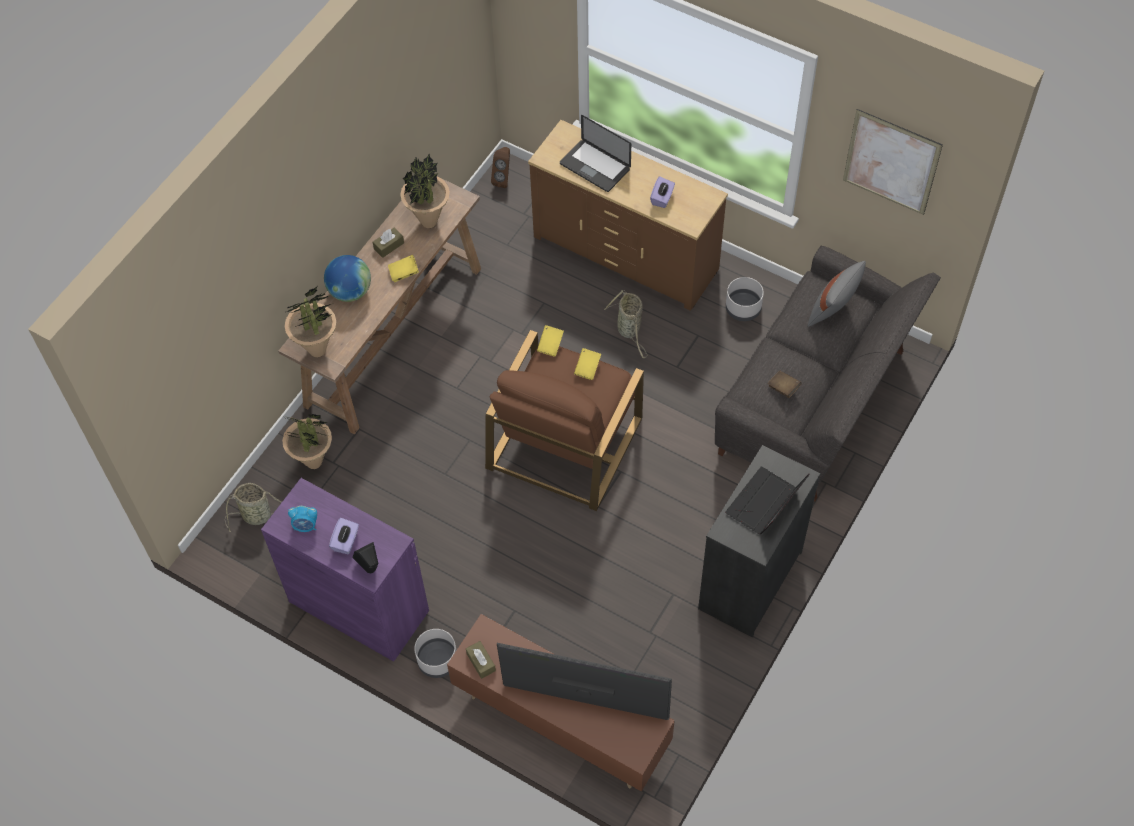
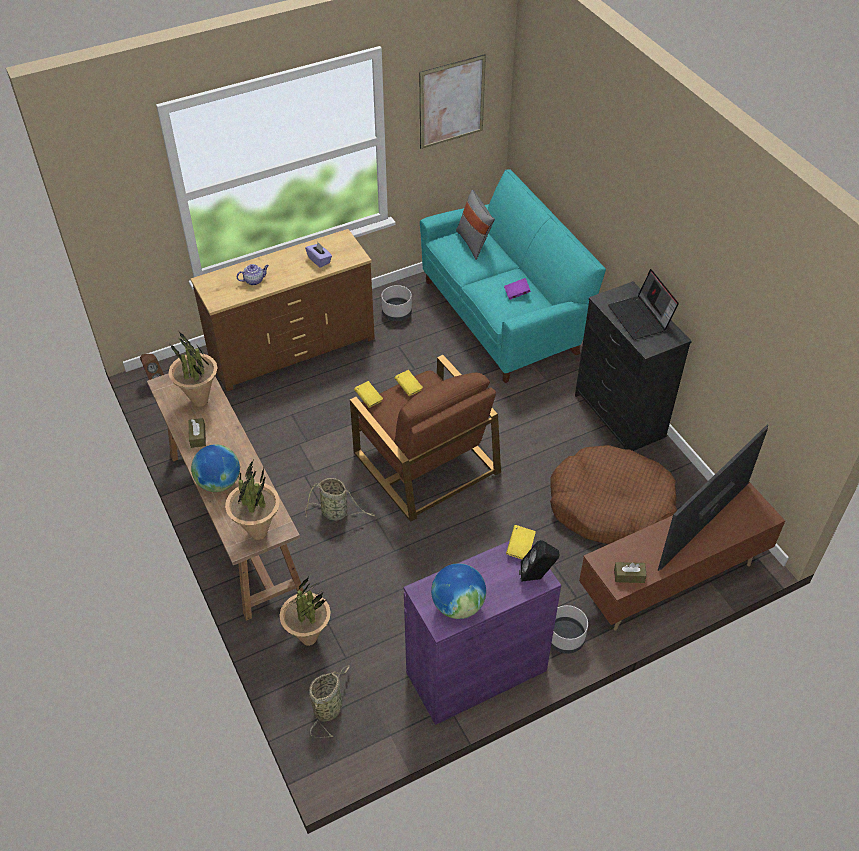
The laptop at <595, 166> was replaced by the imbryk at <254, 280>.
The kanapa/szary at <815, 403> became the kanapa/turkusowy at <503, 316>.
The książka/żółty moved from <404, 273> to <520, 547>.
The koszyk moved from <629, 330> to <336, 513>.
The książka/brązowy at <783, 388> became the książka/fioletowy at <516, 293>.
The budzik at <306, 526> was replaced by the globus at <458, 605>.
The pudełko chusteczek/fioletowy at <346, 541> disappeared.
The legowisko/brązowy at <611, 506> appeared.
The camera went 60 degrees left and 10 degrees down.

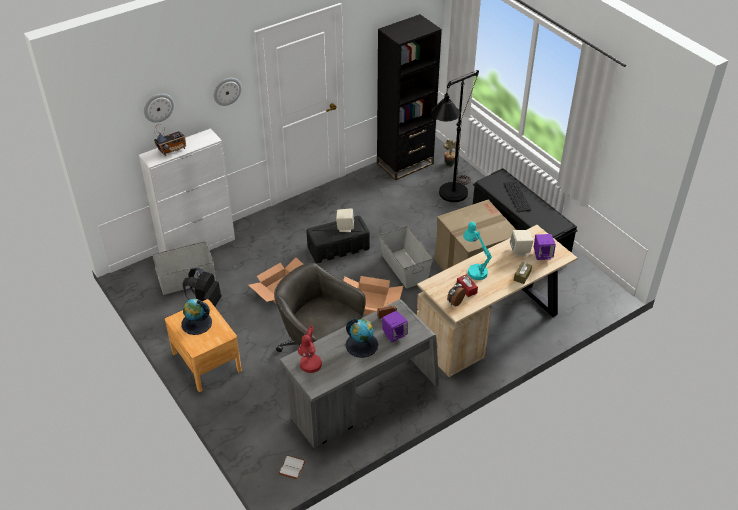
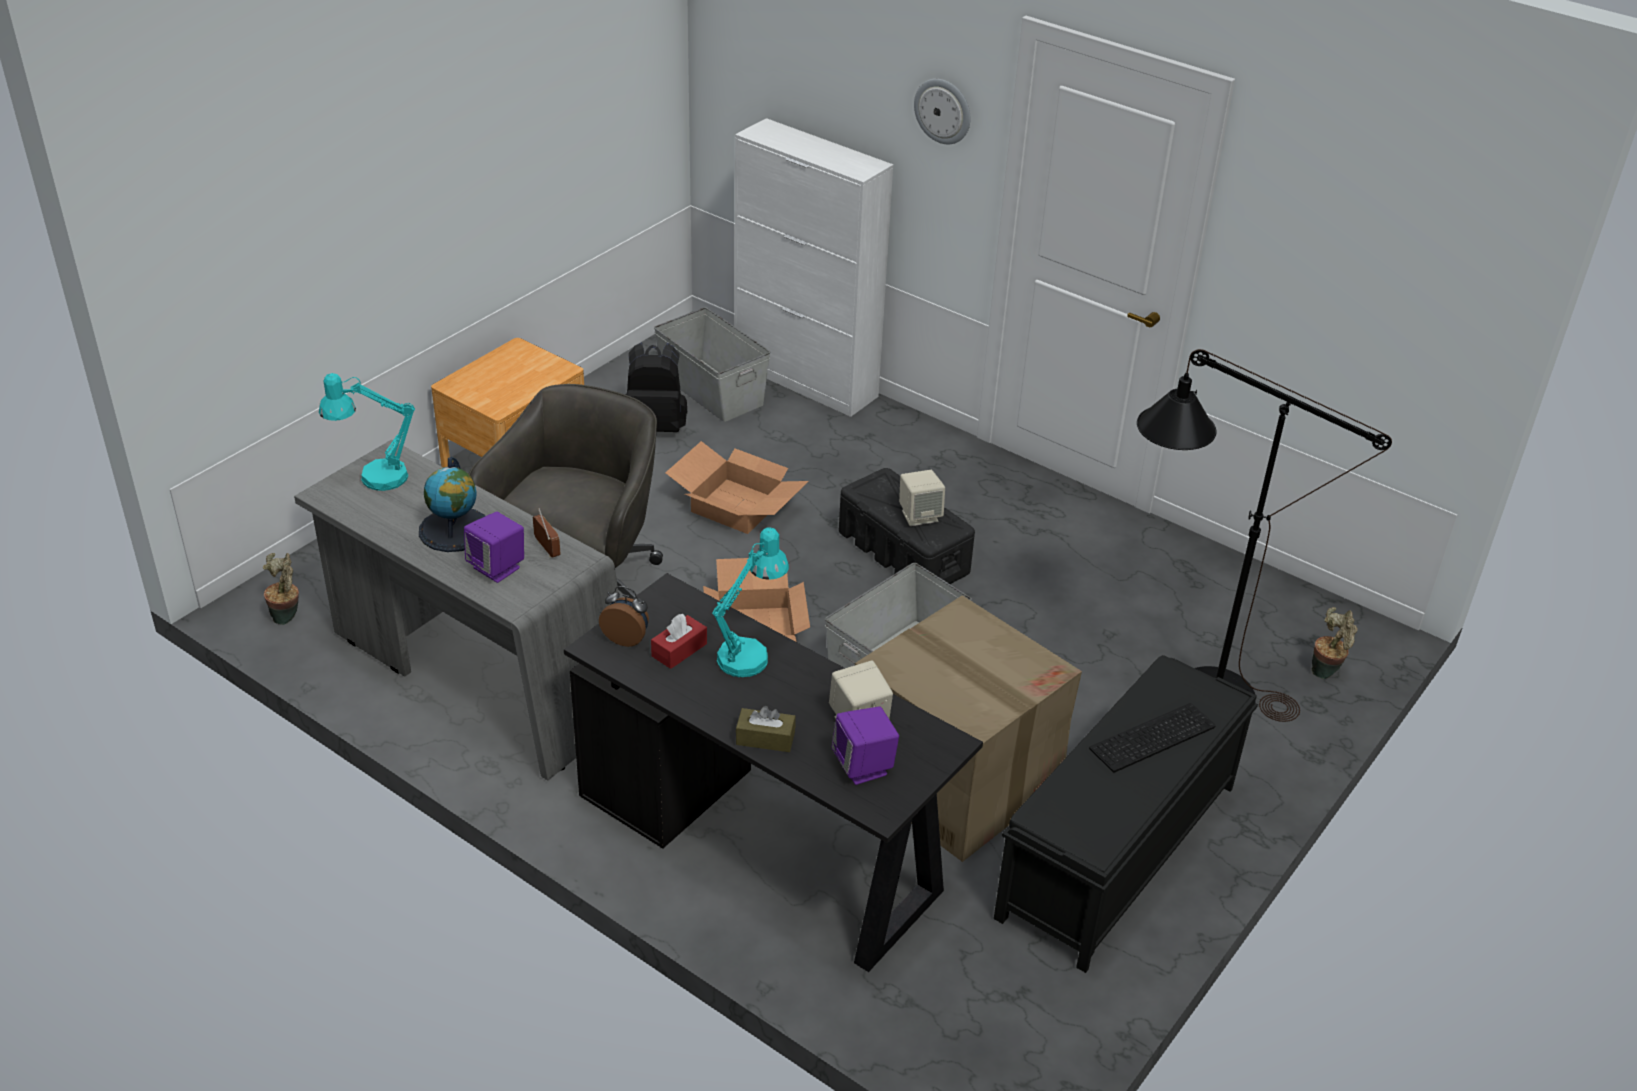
The regał/czarny at <405, 163> disappeared.
The zegar ścienny at <158, 107> disappeared.
The radio at <172, 150> disappeared.
The biurko/beżowy at <491, 327> became the biurko/czarny at <764, 845>.
The globus at <196, 323> disappeared.
The lampa stołowa/czerwony at <310, 368> became the lampa stołowa/turkusowy at <374, 478>.
The książka/biały at <291, 467> was replaced by the roślina doniczkowa at <287, 616>.
The camera went 70 degrees right and 5 degrees down.

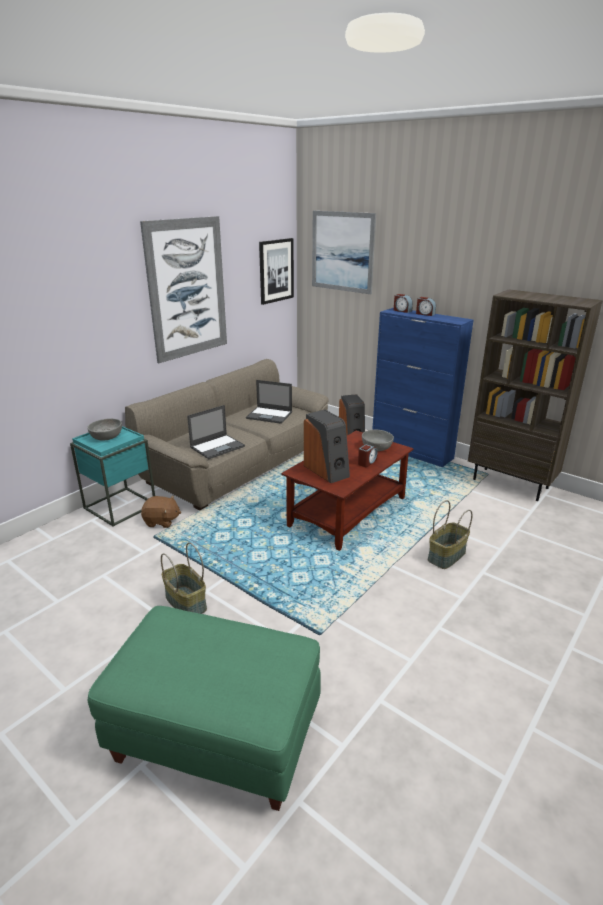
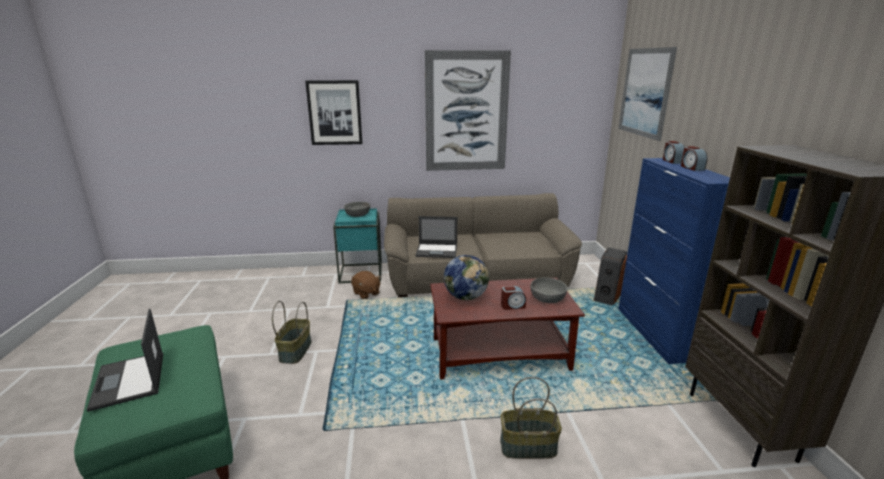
The obraz moved from <276, 271> to <335, 113>.
The laptop moved from <270, 415> to <129, 381>.
The głośnik at <327, 470> was replaced by the globus at <466, 297>.
The camera went 45 degrees right and 5 degrees down.

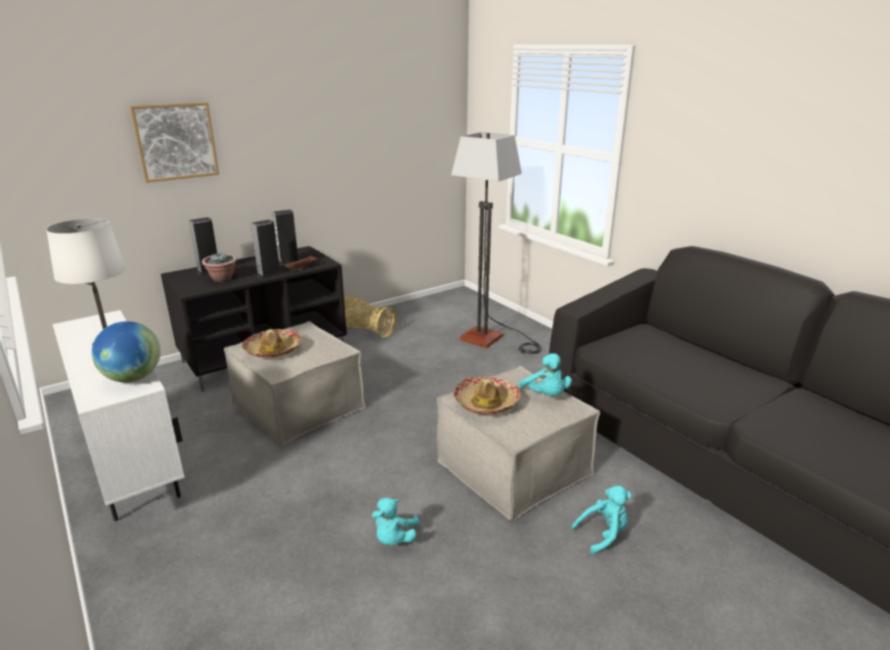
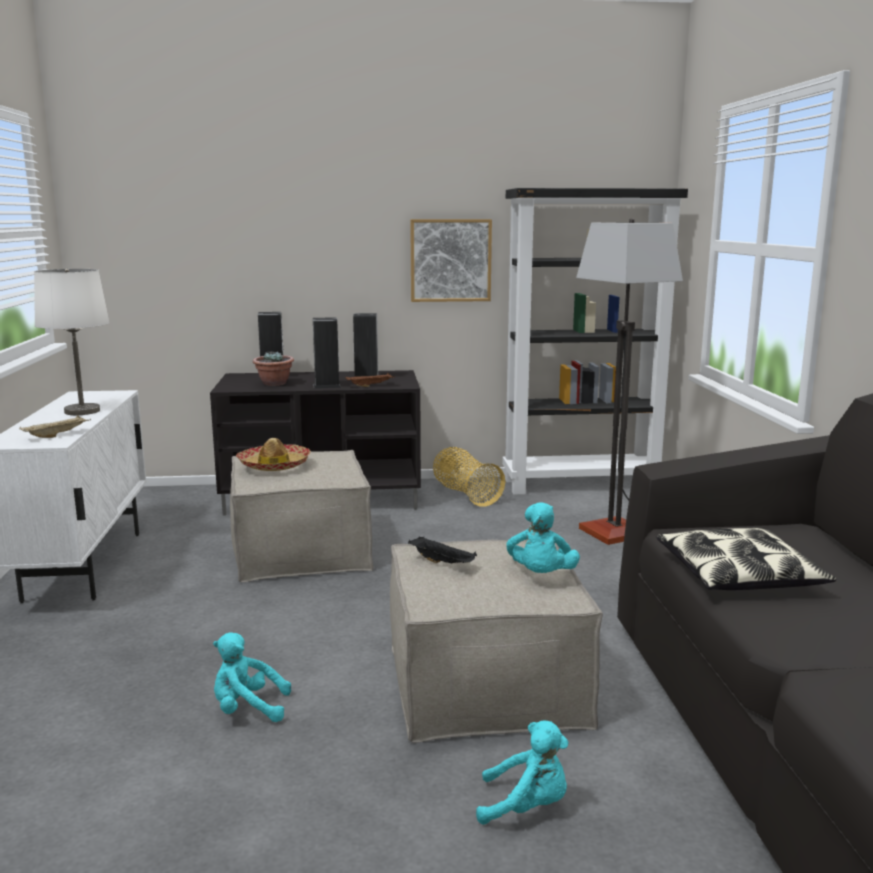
The obraz moved from <176, 141> to <450, 260>.
The globus at <133, 378> was replaced by the taca/beżowy at <57, 435>.
The kapelusz at <486, 403> was replaced by the taca/czarny at <443, 562>.
The pluszak/turkusowy at <394, 539> turned 45 degrees clockwise.
The regał/czarny at <581, 484> appeared.
The poduszka at <738, 575> appeared.
The camera went 30 degrees right and 10 degrees down.

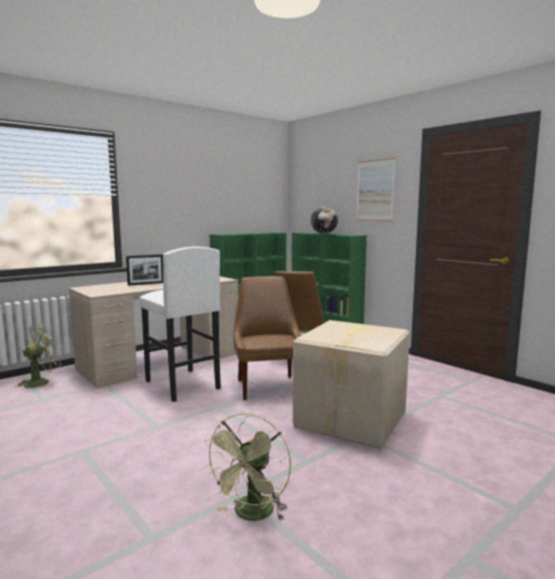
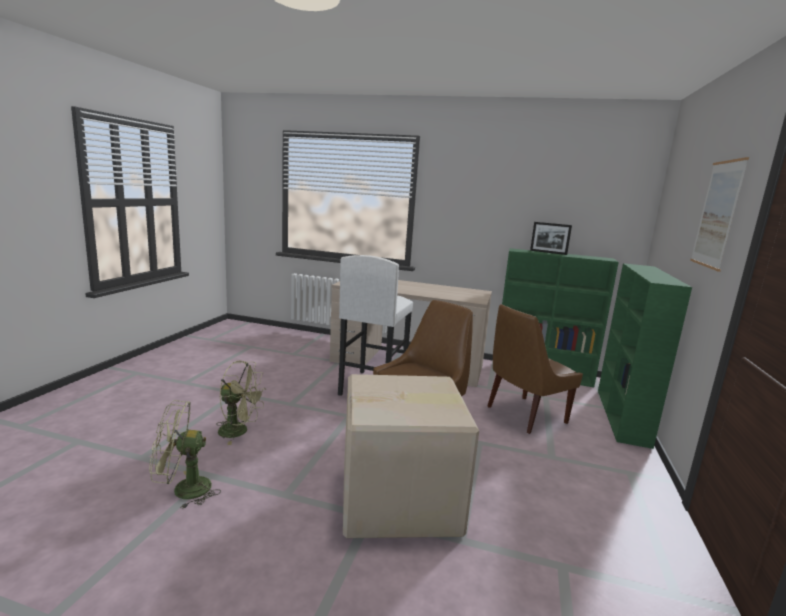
The globus at <323, 233> disappeared.
The ramka na zdjęcie moved from <146, 284> to <548, 252>.
The wentylator/zielony moved from <42, 382> to <239, 431>.
The camera went 55 degrees right and 5 degrees up.

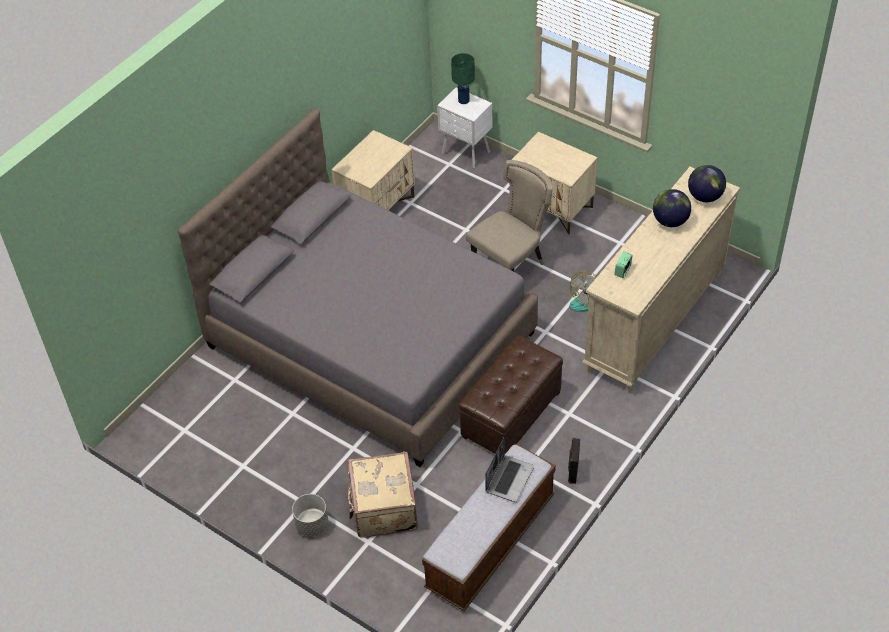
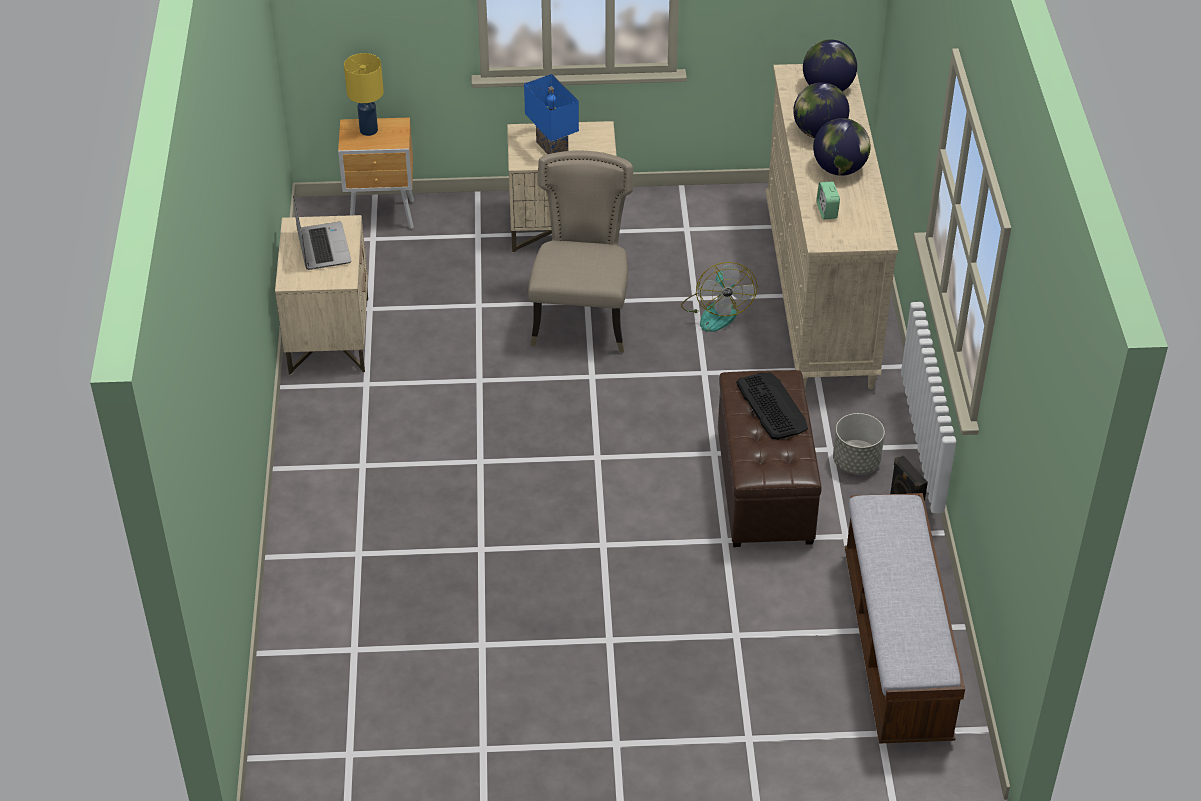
The lampa stołowa/zielony at <463, 100> became the lampa stołowa/żółty at <368, 130>.
The szafka nocna/biały at <466, 154> became the szafka nocna/brązowy at <383, 216>.
The łóżko/szary at <371, 339> disappeared.
The laptop moved from <509, 478> to <322, 247>.
The walizka/beżowy at <382, 508> disappeared.
The donica/szary moved from <312, 525> to <856, 462>.
The lampa stołowa/niebieski at <550, 147> appeared.
The globus at <839, 169> appeared.
The klawiatura at <771, 406> appeared.
The camera went 40 degrees left and 5 degrees down.

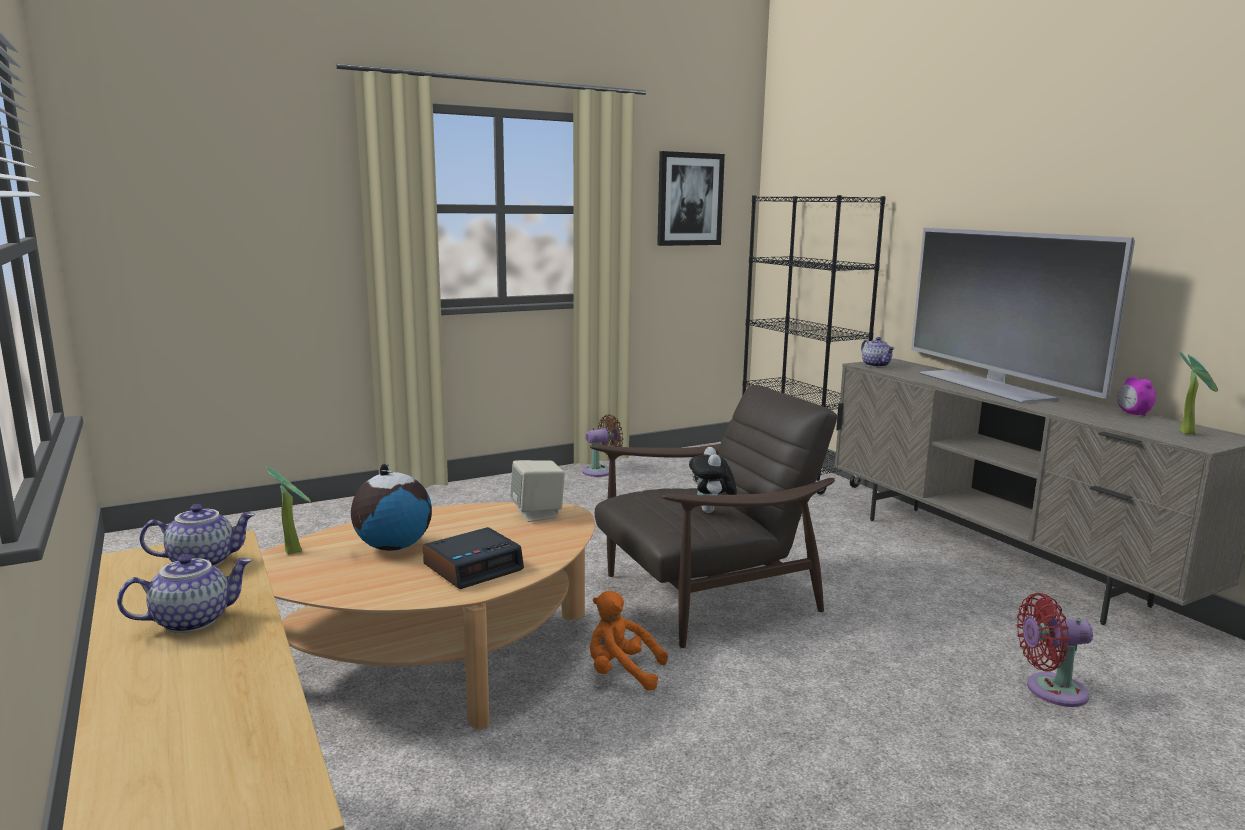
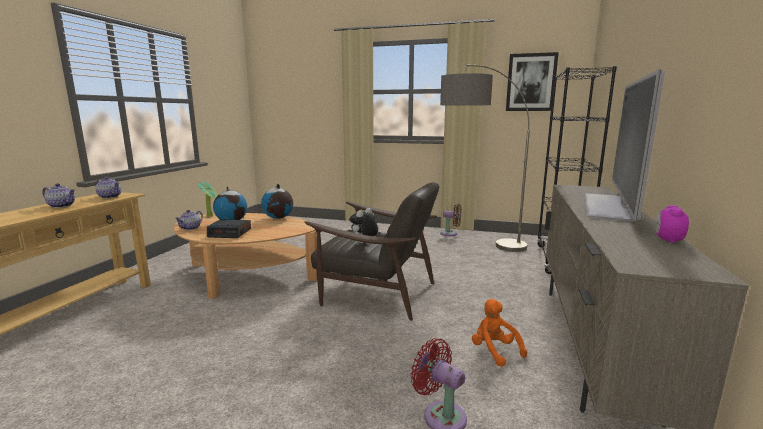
The imbryk moved from <876, 365> to <190, 228>.
The roślina doniczkowa at <1188, 433> disappeared.
The głośnik/beżowy at <538, 514> disappeared.
The pluszak/pomarańczowy moved from <621, 673> to <494, 351>.
The lampa stojąca at <475, 248> appeared.
The globus at <278, 218> appeared.
The camera went 45 degrees right and 0 degrees up.

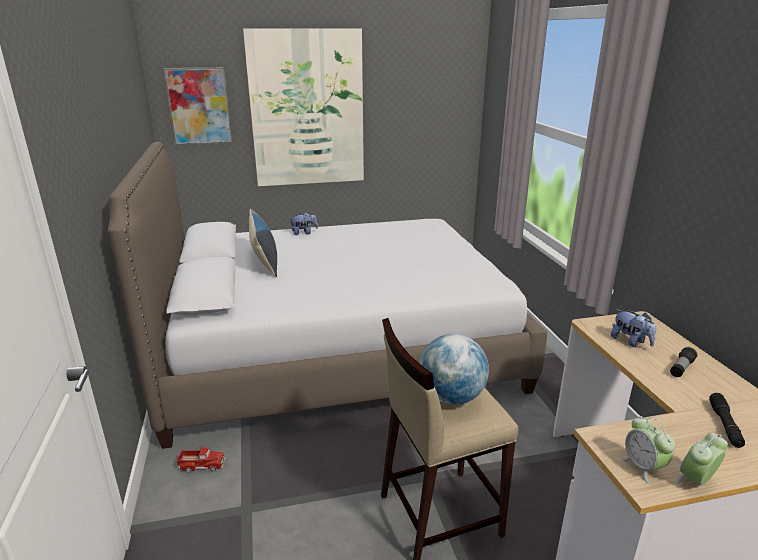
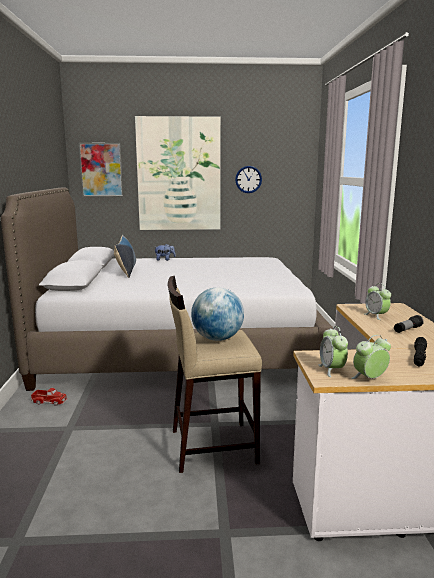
The pluszak at <630, 342> was replaced by the budzik at <376, 316>.
The zegar ścienny at <248, 179> appeared.
The camera went 10 degrees right and 10 degrees down.

